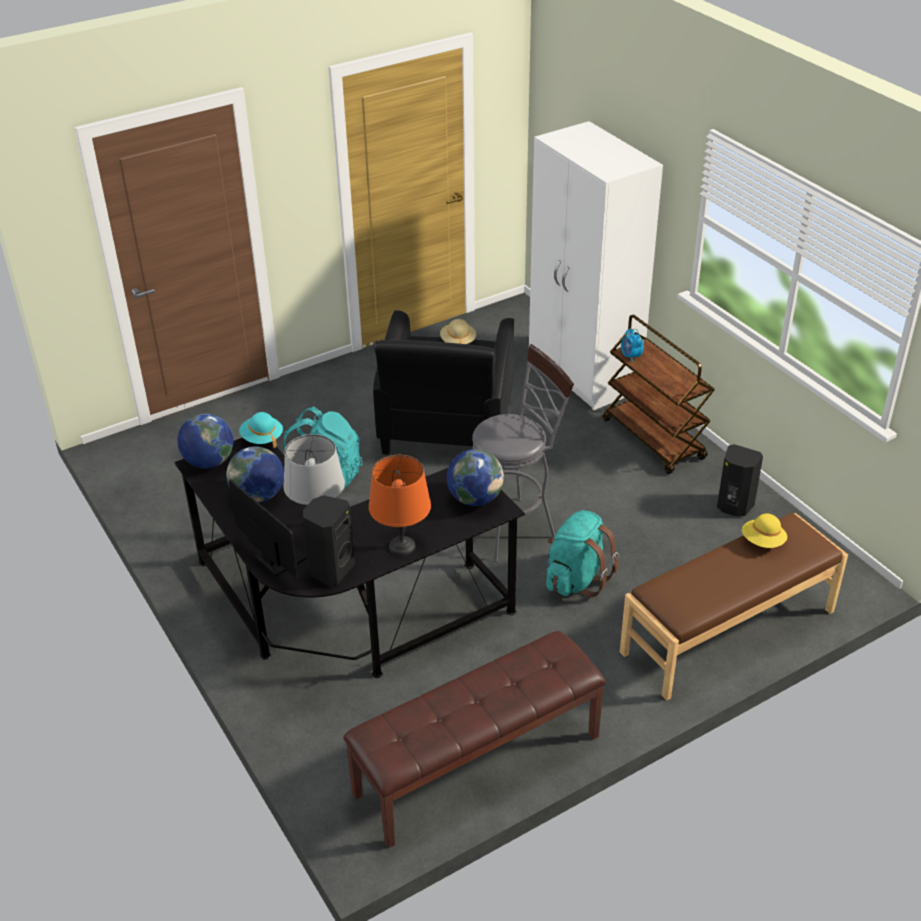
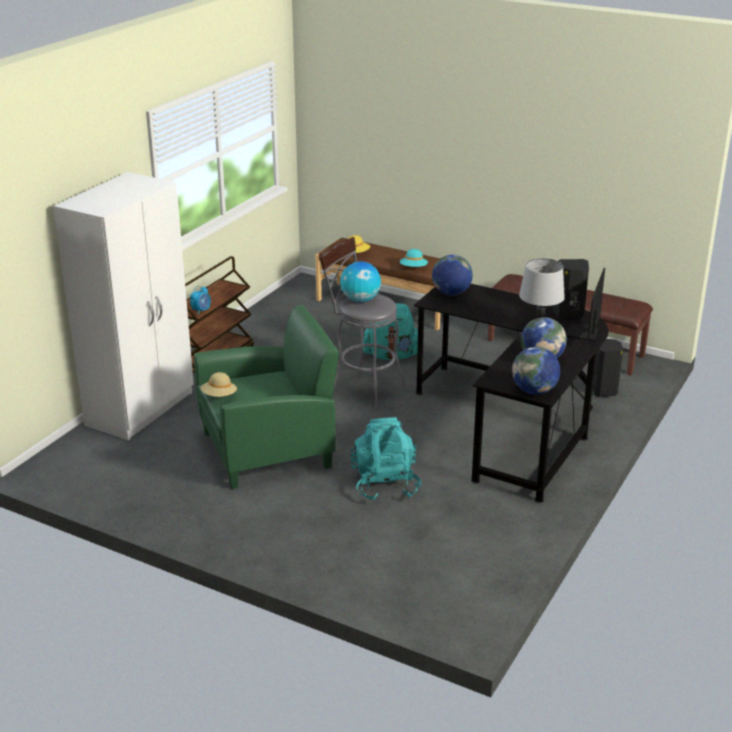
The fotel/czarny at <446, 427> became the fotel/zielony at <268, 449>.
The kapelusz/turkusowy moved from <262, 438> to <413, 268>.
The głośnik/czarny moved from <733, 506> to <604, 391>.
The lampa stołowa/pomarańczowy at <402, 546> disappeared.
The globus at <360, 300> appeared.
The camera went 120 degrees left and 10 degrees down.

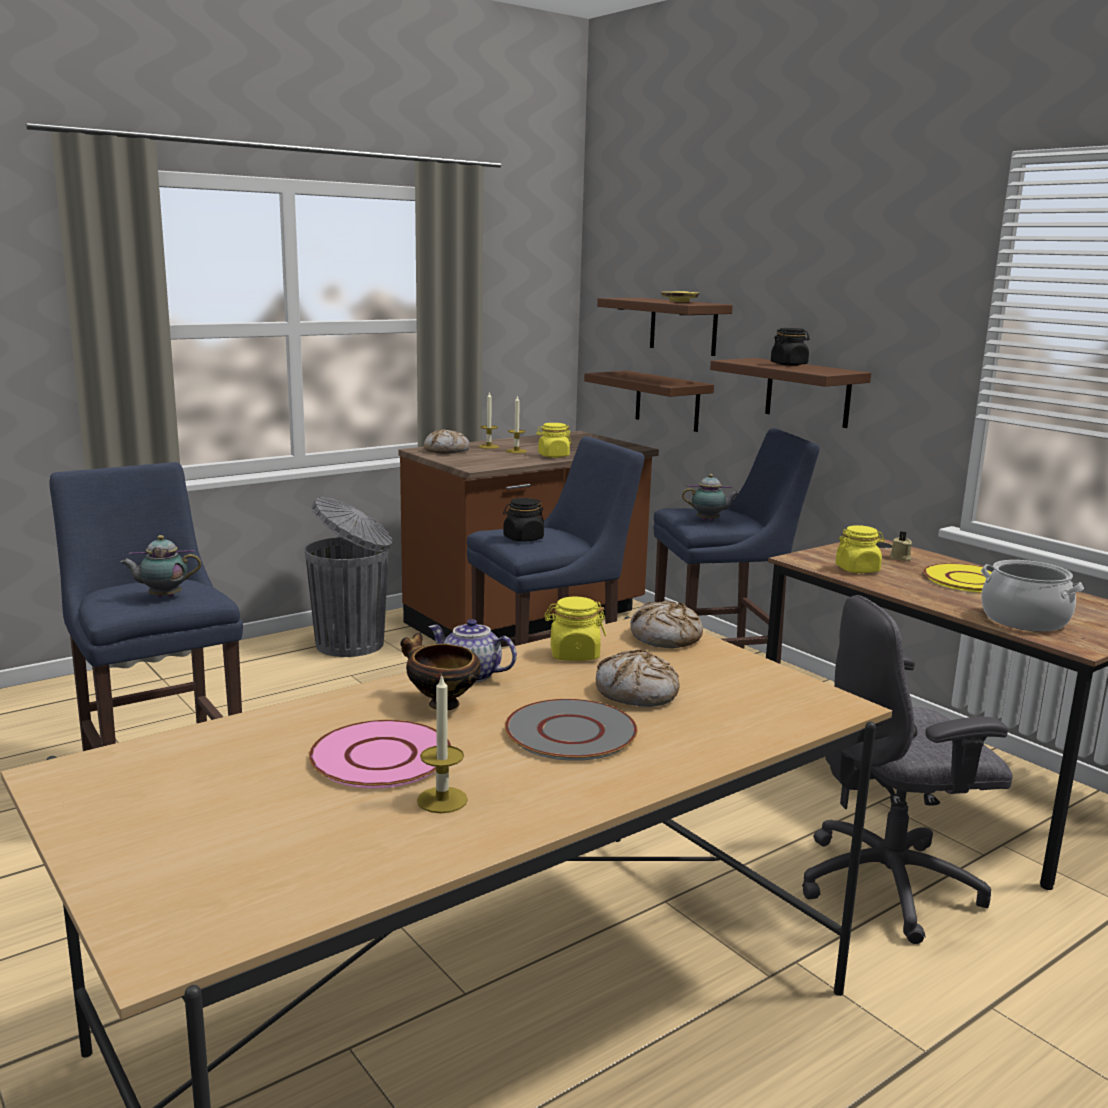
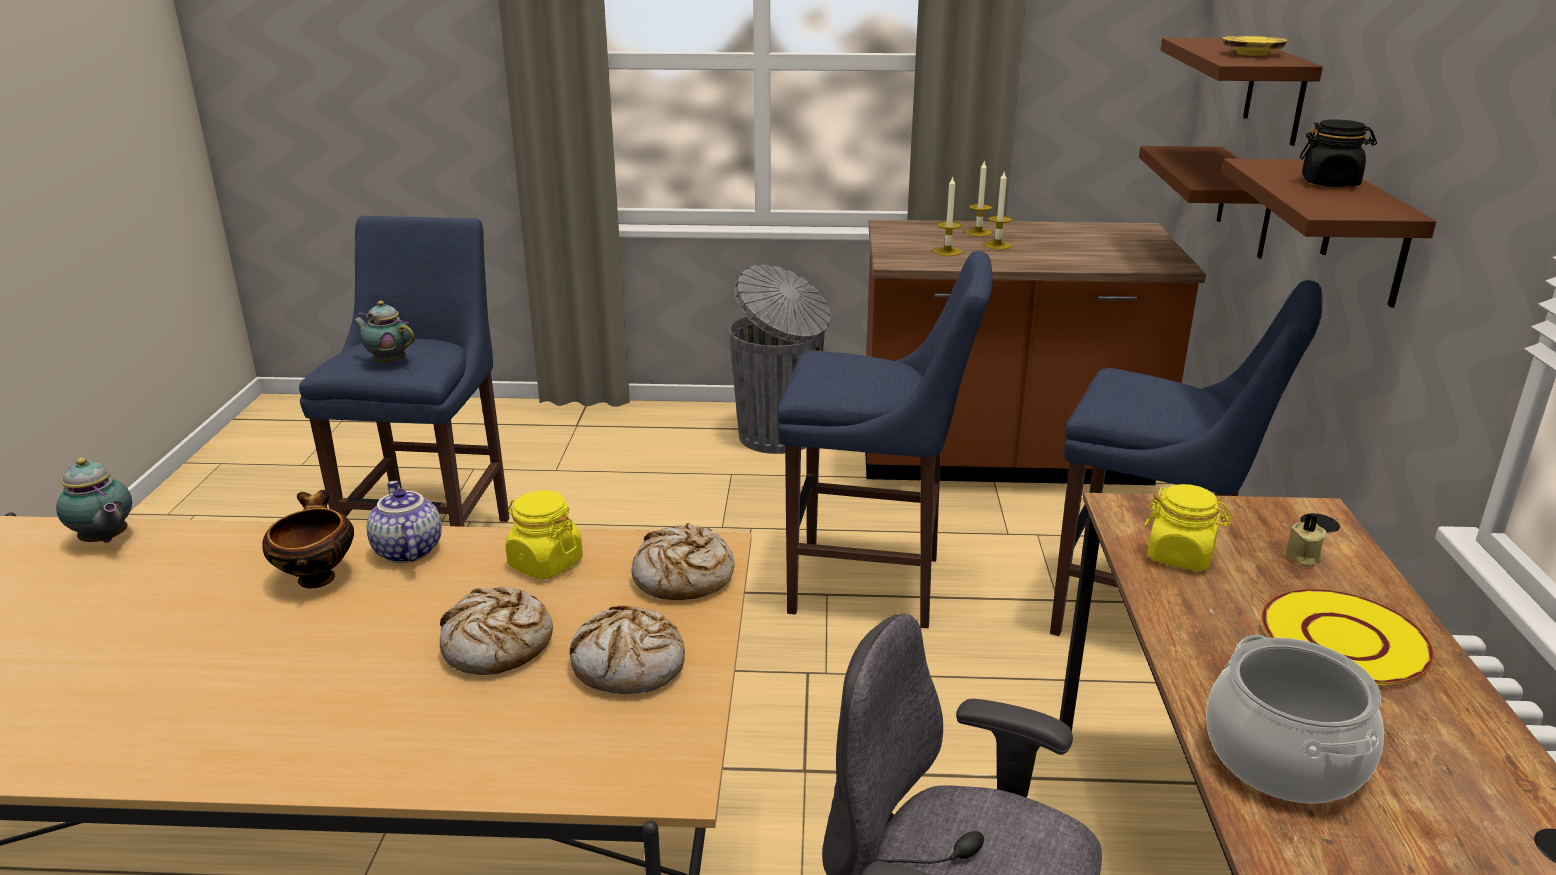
The słoik/żółty at <553, 456> disappeared.
The chleb moved from <447, 450> to <629, 665>.
The imbryk moved from <709, 521> to <105, 541>.
The słoik/czarny at <523, 538> disappeared.
The świeca moved from <442, 800> to <947, 251>.
The talerz/szary at <571, 732> disappeared.
The talerz/różowy at <381, 757> disappeared.
The camera went 40 degrees right and 10 degrees up.

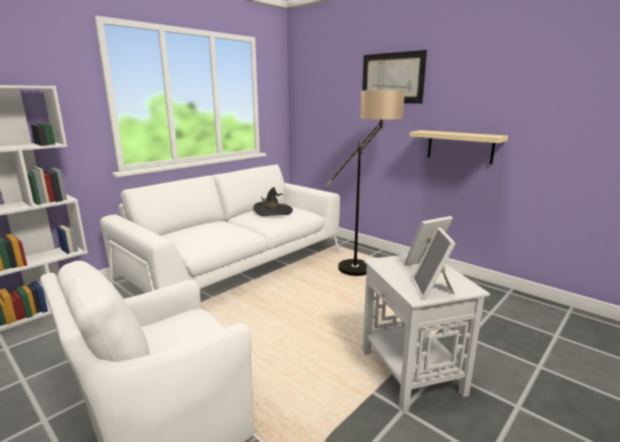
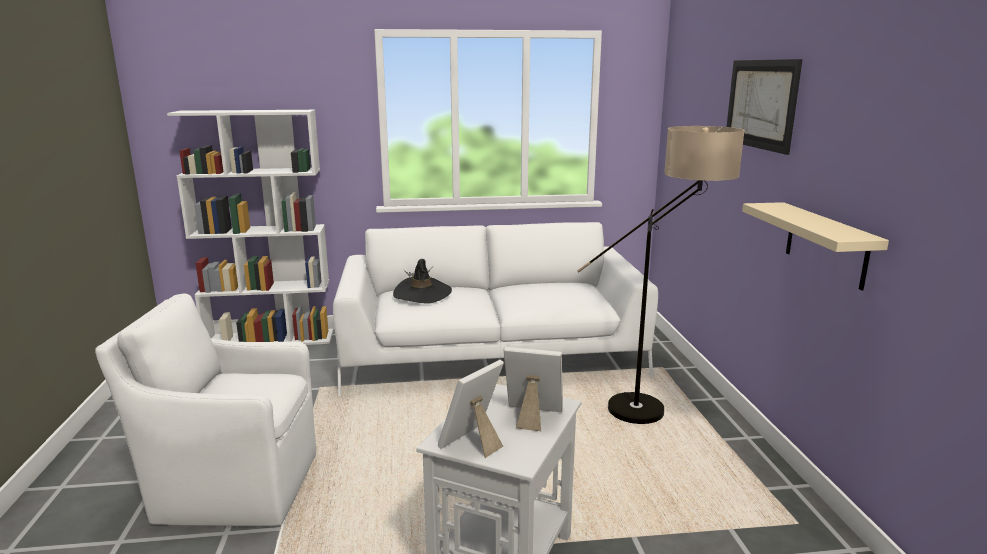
The kapelusz/czarny moved from <273, 211> to <422, 294>.
The camera went 40 degrees right and 0 degrees up.

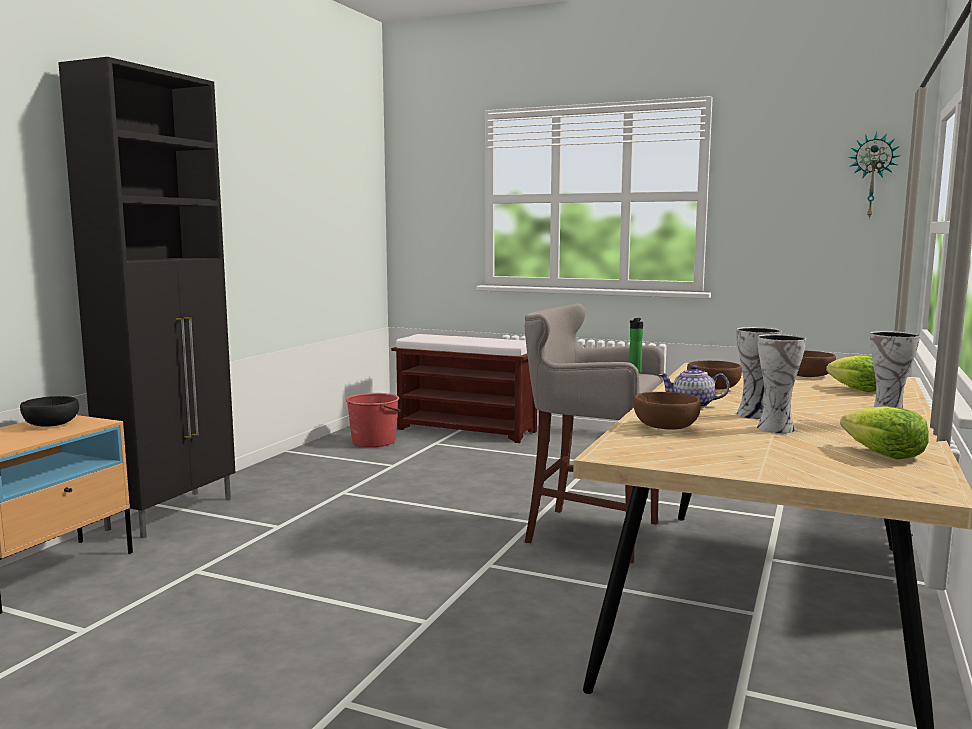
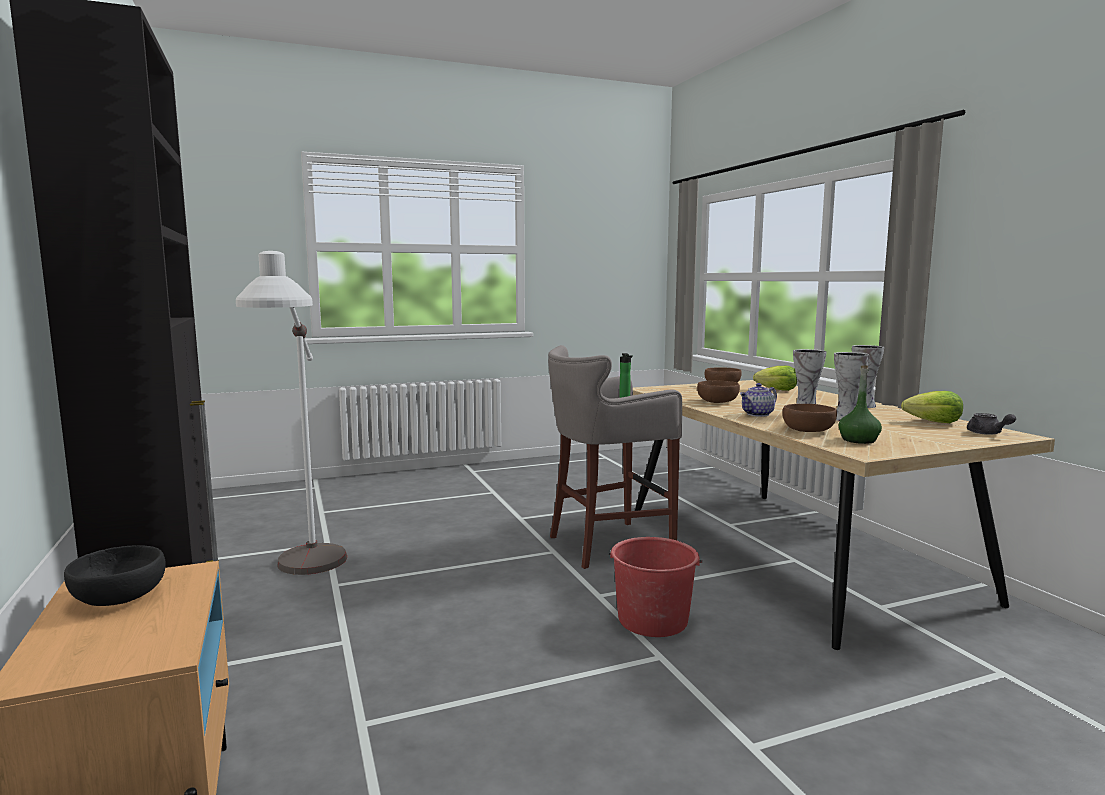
The zegar ścienny at <872, 176> disappeared.
The ławka/brązowy at <468, 430> disappeared.
The wiadro/czerwony moved from <374, 441> to <652, 620>.
The lampa stojąca/biały at <306, 580> appeared.
The butelka/zielony at <858, 440> appeared.
The imbryk/szary at <987, 433> appeared.
The camera went 45 degrees left and 0 degrees up.

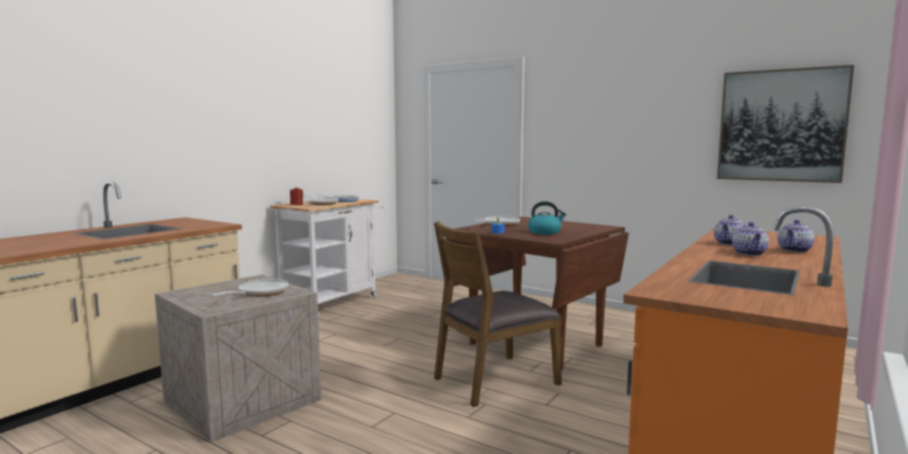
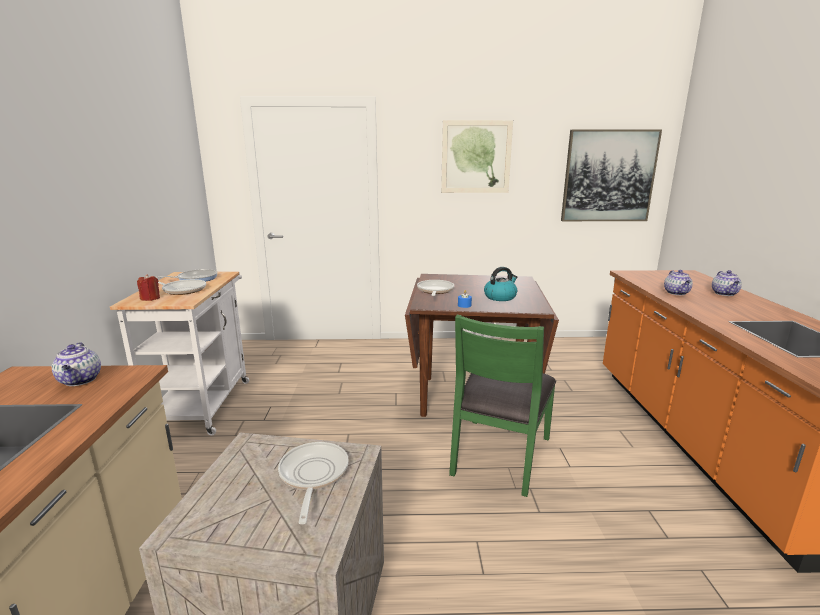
The krzesło/brązowy at <494, 380> became the krzesło/zielony at <499, 455>.
The imbryk moved from <749, 253> to <80, 380>.
The obraz at <476, 157> appeared.
The camera went 35 degrees left and 10 degrees up.

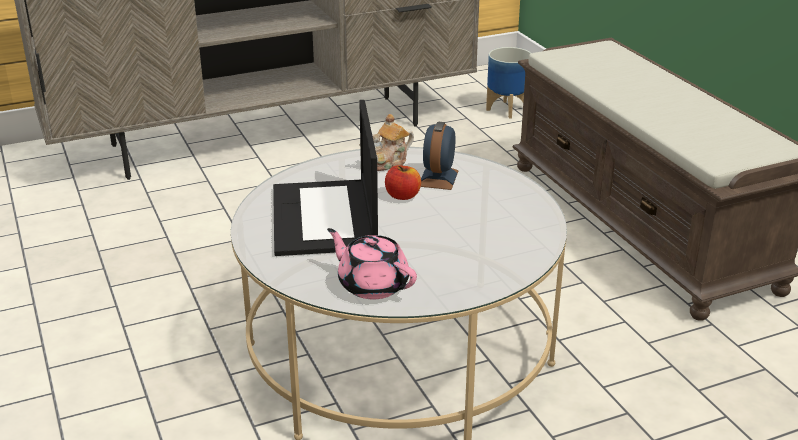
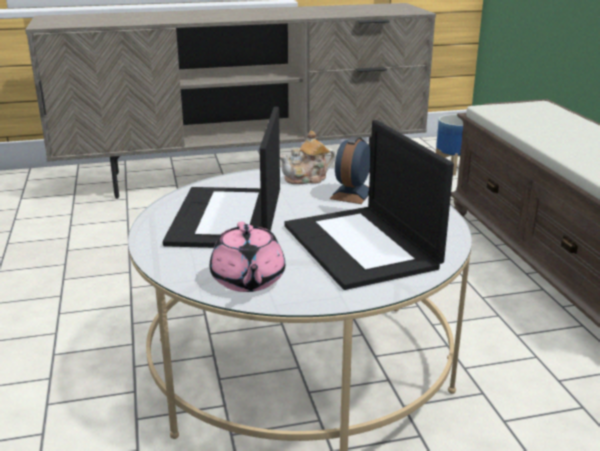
The jabłko at <403, 196> disappeared.
The imbryk/różowy at <372, 285> turned 150 degrees counterclockwise.
The laptop at <362, 246> appeared.
The camera went 10 degrees right and 5 degrees down.

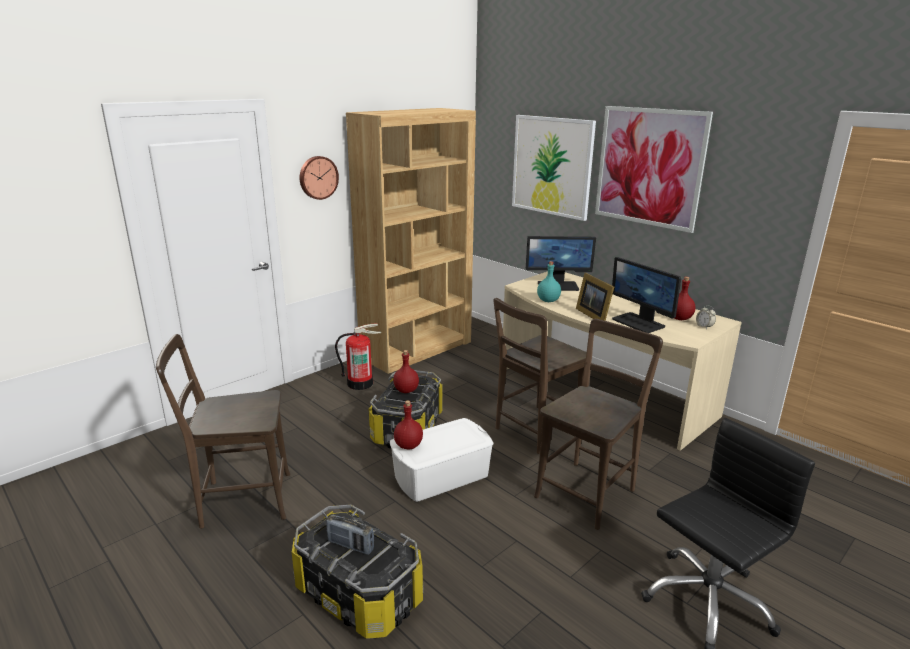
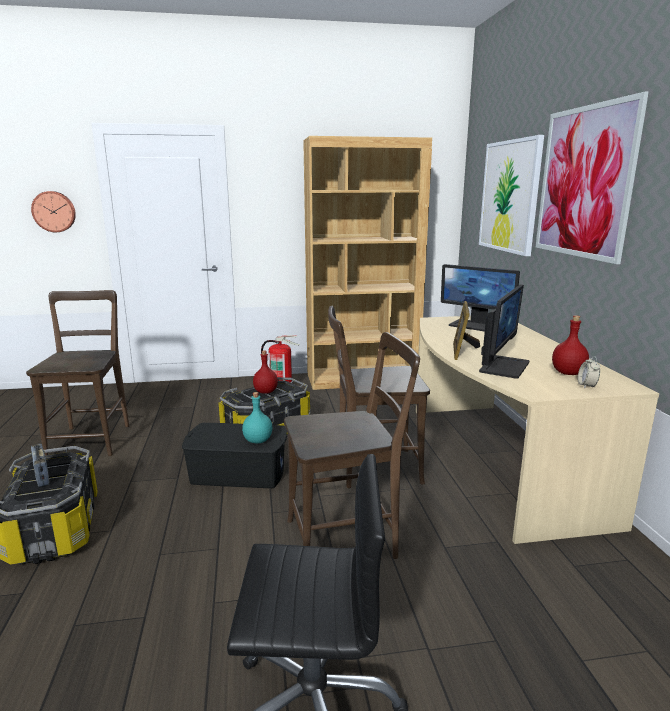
The zegar ścienny moved from <318, 177> to <54, 211>.
The monitor at <639, 323> turned 150 degrees counterclockwise.
The butelka/turkusowy moved from <548, 301> to <257, 441>.
The krzesło/brązowy at <240, 500> turned 60 degrees clockwise.
The butelka/czerwony at <409, 445> disappeared.
The pojemnik do przechowywania/biały at <440, 475> became the pojemnik do przechowywania/czarny at <238, 473>.
The camera went 35 degrees right and 5 degrees down.

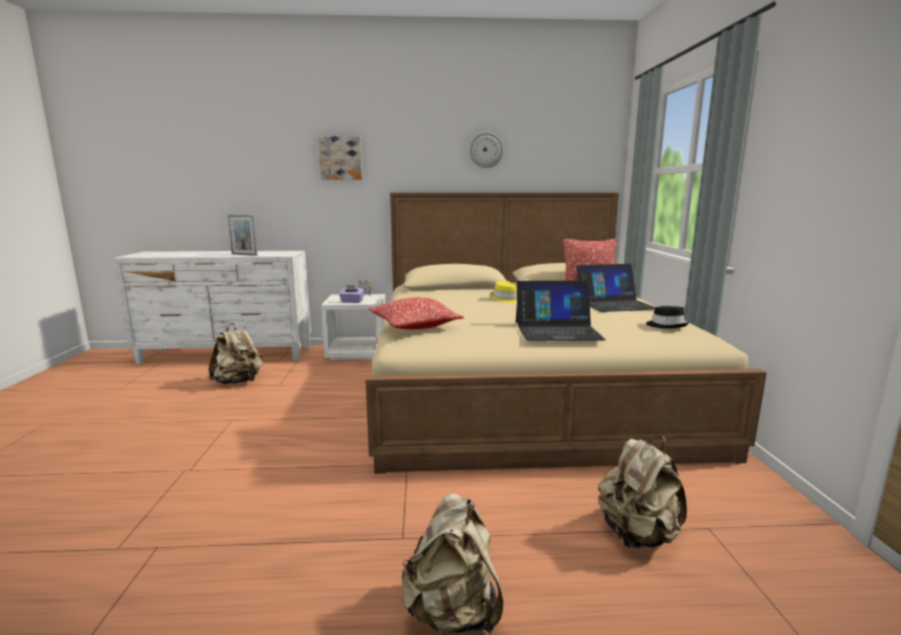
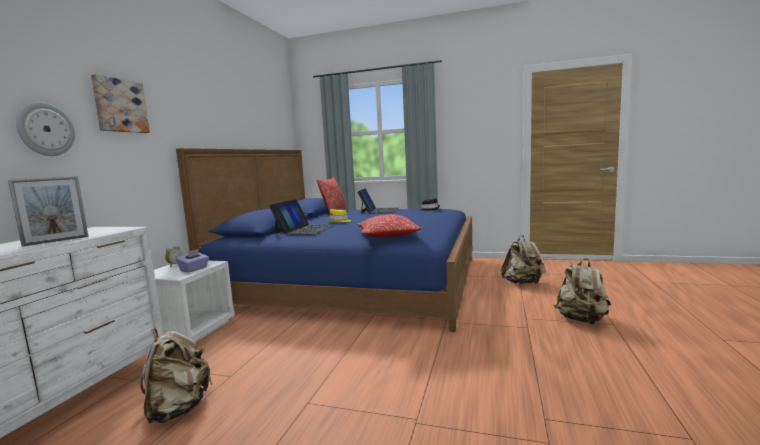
The zegar ścienny moved from <486, 150> to <45, 129>.
The łóżko/beżowy at <522, 387> became the łóżko/niebieski at <356, 281>.
The laptop moved from <557, 330> to <304, 229>.
The camera went 70 degrees left and 5 degrees down.

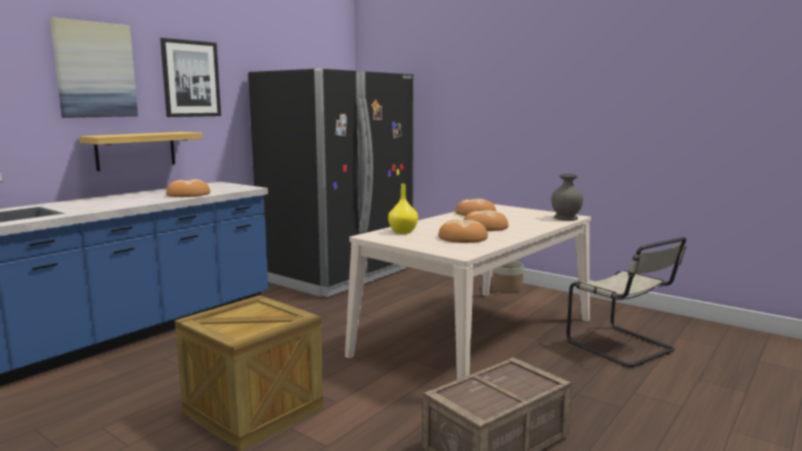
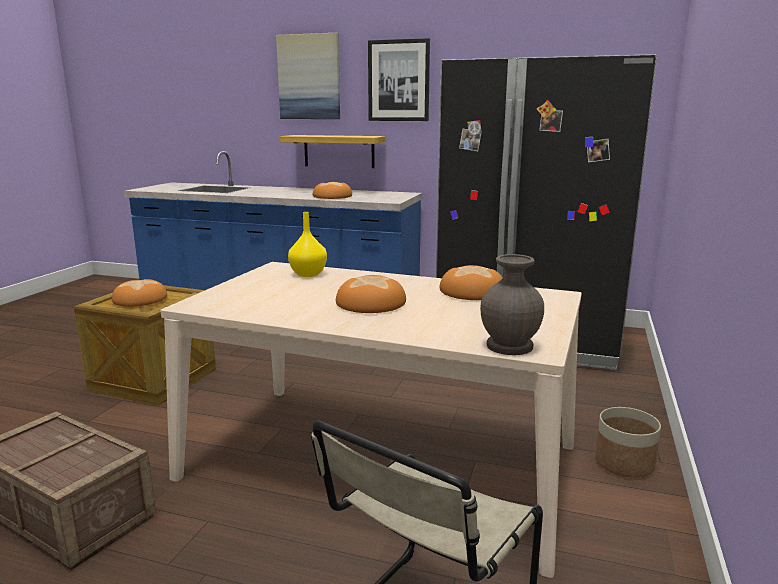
The chleb moved from <462, 238> to <140, 299>.
The camera went 70 degrees right and 5 degrees up.

